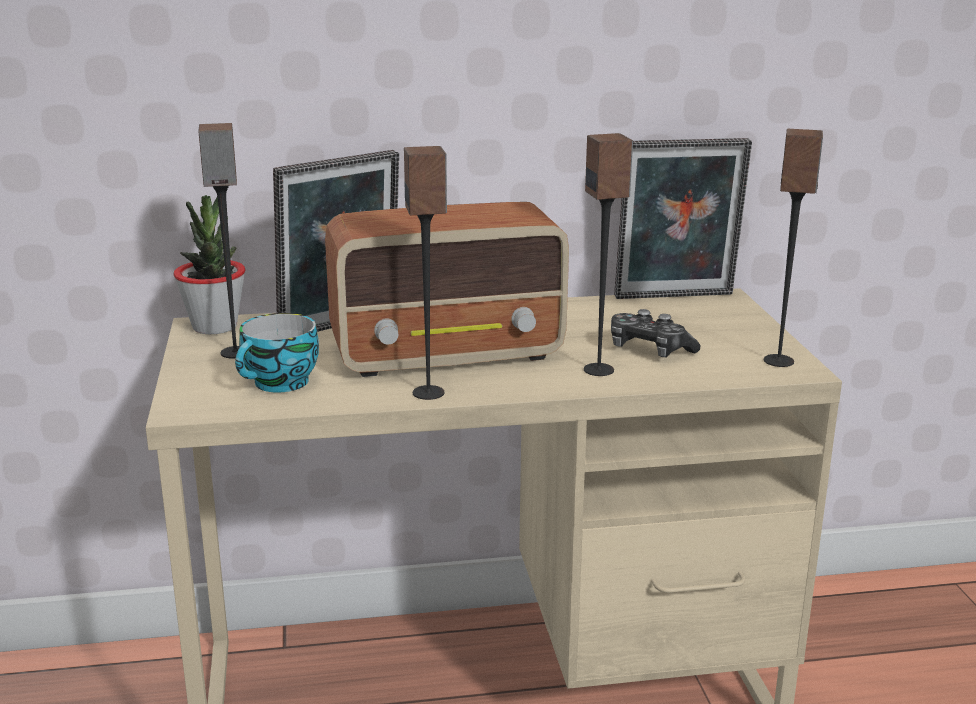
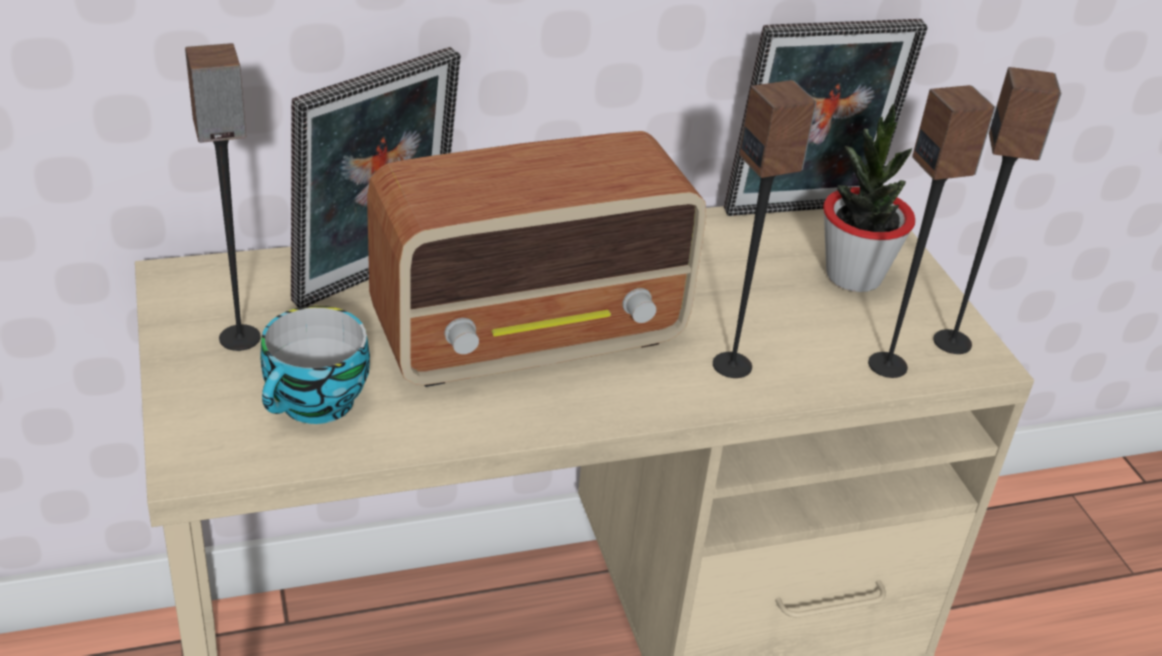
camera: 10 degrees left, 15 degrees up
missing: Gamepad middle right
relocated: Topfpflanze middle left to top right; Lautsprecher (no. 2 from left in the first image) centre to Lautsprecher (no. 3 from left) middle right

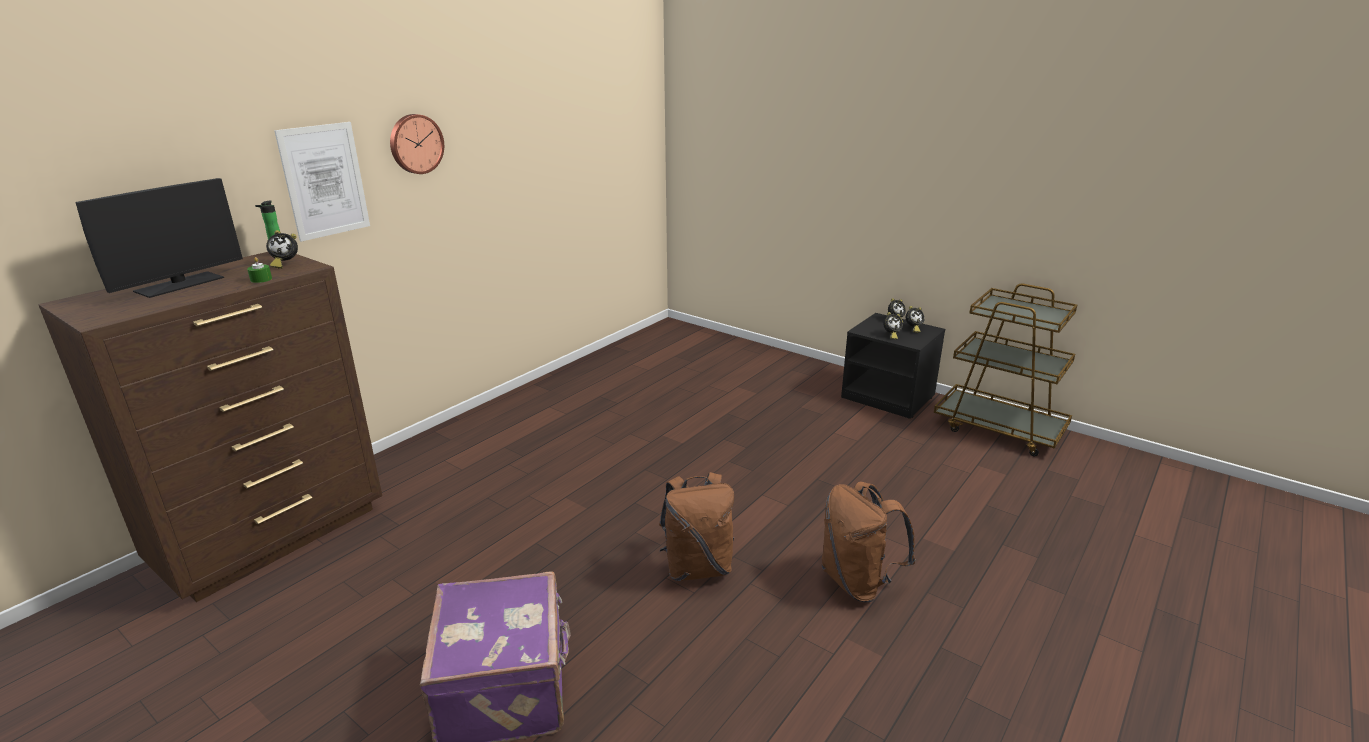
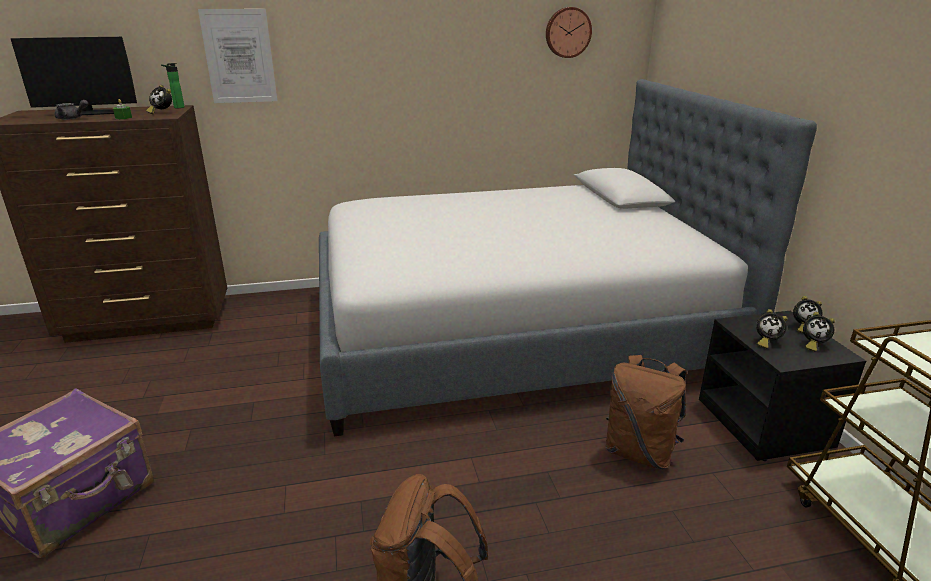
camera: 40 degrees right, 0 degrees up
appeared: Teekanne [grau] top left; Bett centre
relocated: Wanduhr top left to top centre; Rucksack [braun] (no. 1 from left in the first image) bottom centre to Rucksack [braun] (no. 2 from left) bottom right

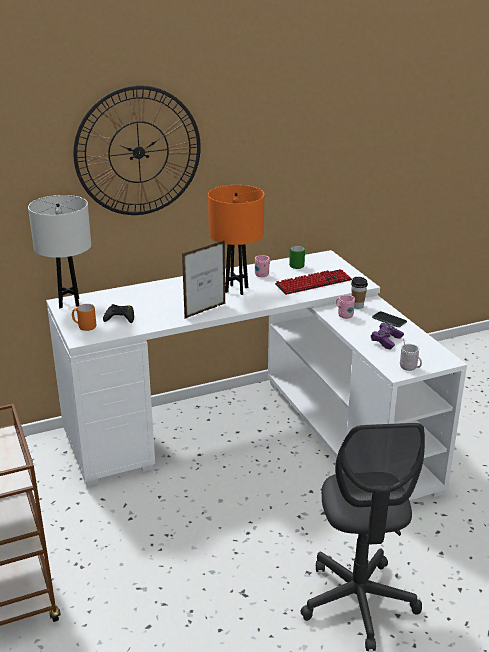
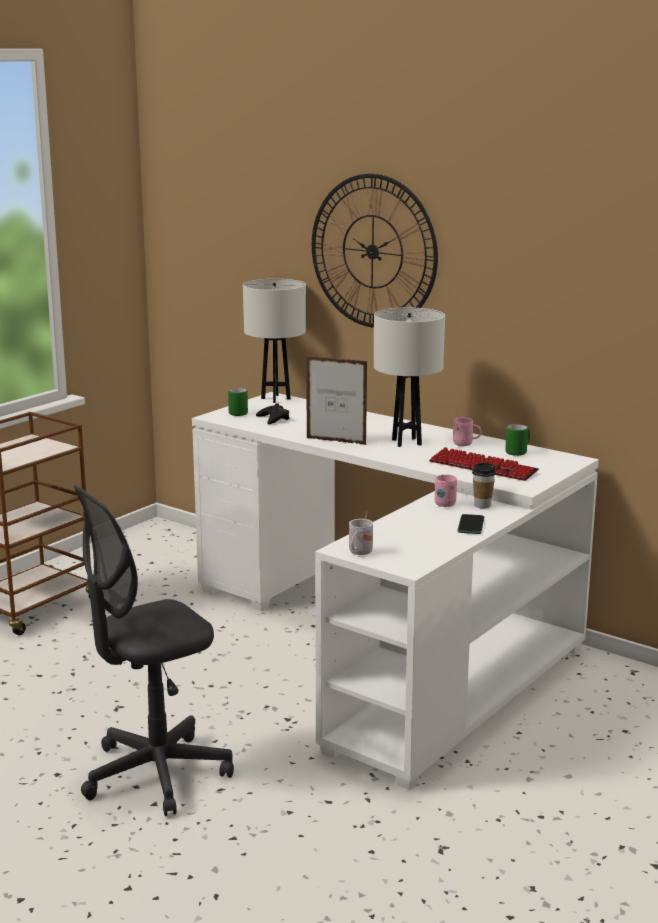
camera: 60 degrees right, 10 degrees down
missing: Gamepad [lila] middle right
colour: Henkelbecher [orange] middle left to Henkelbecher [grün] (no. 1 from left) centre; Tischlampe [orange] centre to Tischlampe [weiß] (no. 2 from left) centre

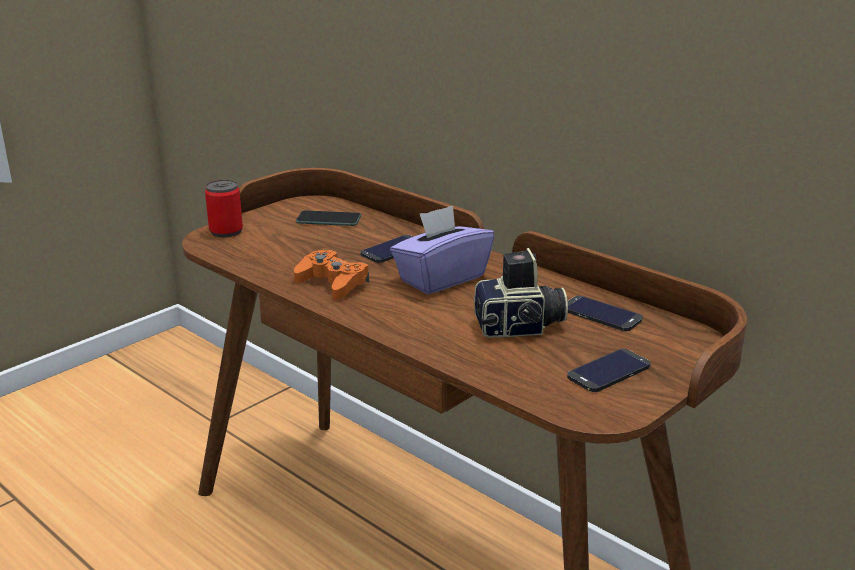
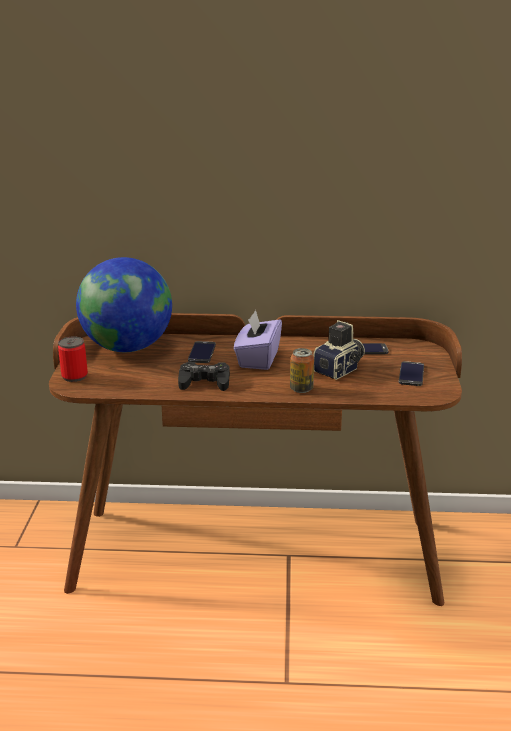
camera: 40 degrees left, 0 degrees up
appeared: Dose (no. 2 from left) centre
exchanged: Handy (no. 1 from left) centre to Globus middle left
colour: Gamepad [orange] centre to Gamepad [schwarz] centre

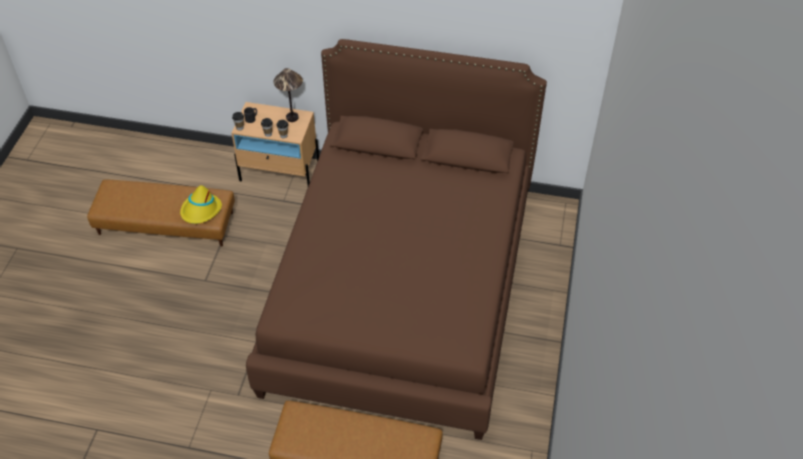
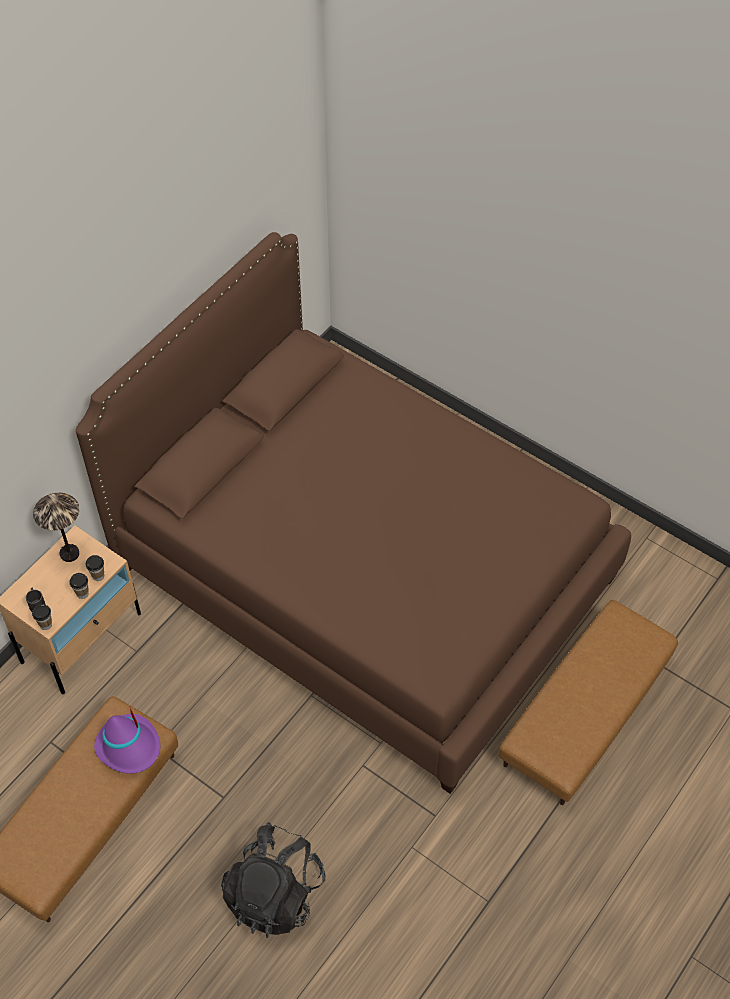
camera: 65 degrees left, 5 degrees up
appeared: Rucksack [schwarz] bottom centre
colour: Hut [gelb] middle left to Hut [lila] bottom left

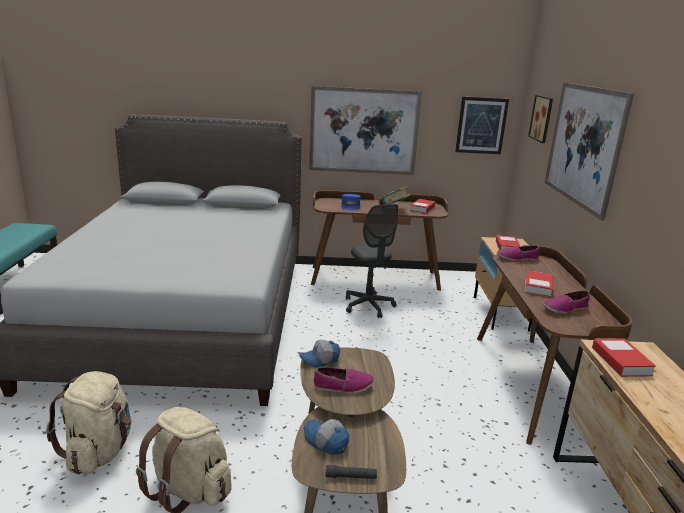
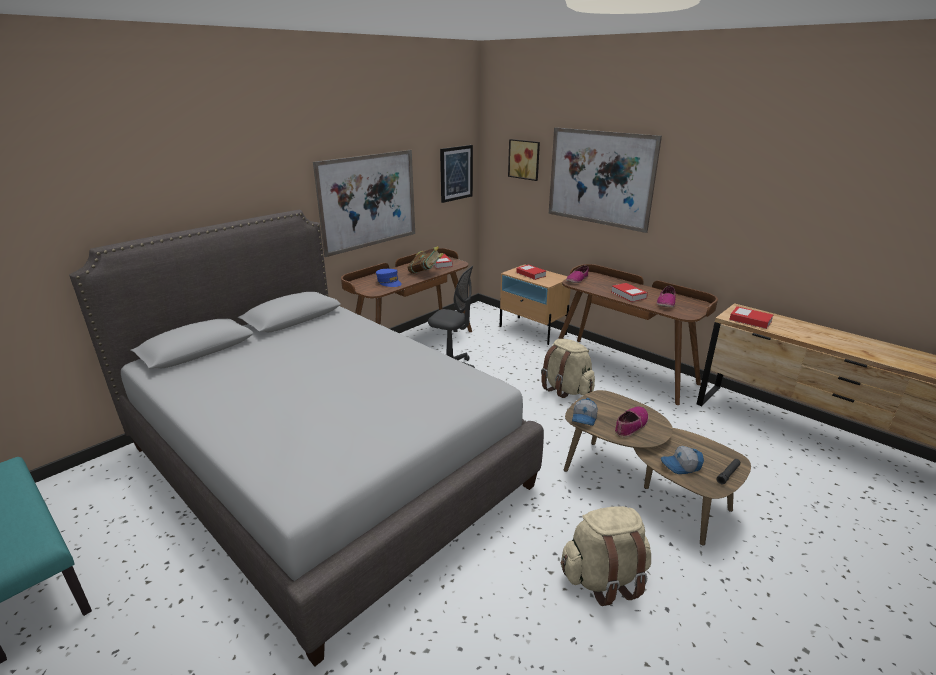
camera: 45 degrees left, 5 degrees up
relocated: Rucksack [beige] (no. 1 from left) bottom left to centre

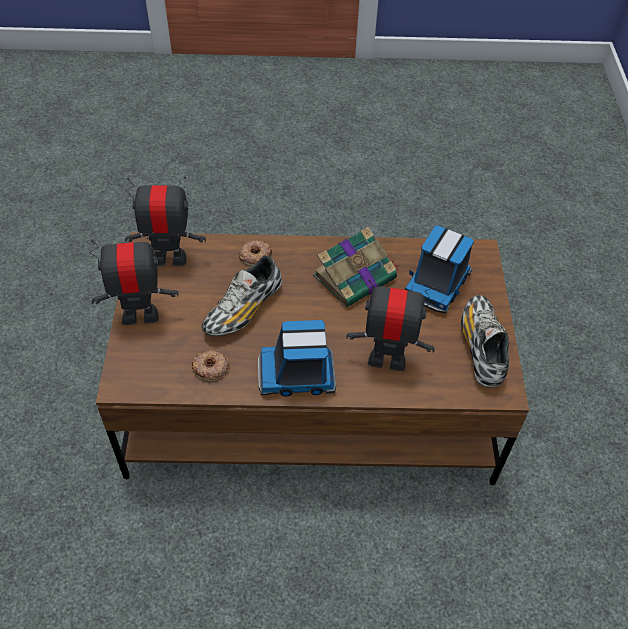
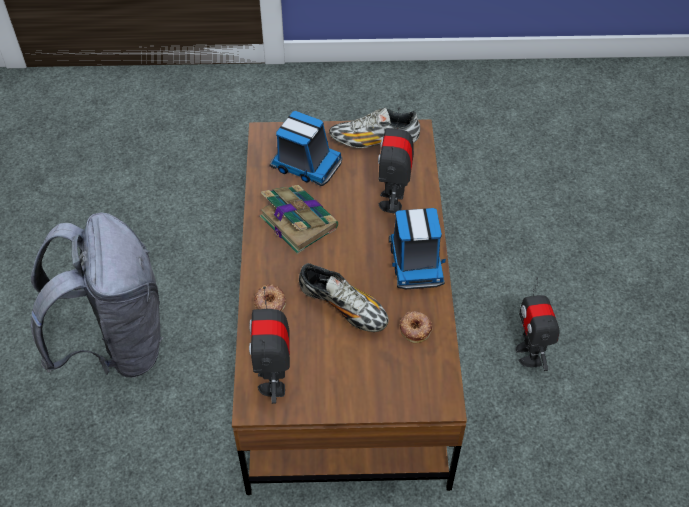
camera: 90 degrees left, 0 degrees up
appeared: Rucksack [grau] middle left
relocated: Spielzeugroboter (no. 1 from left in the first image) middle left to Spielzeugroboter (no. 3 from left) middle right

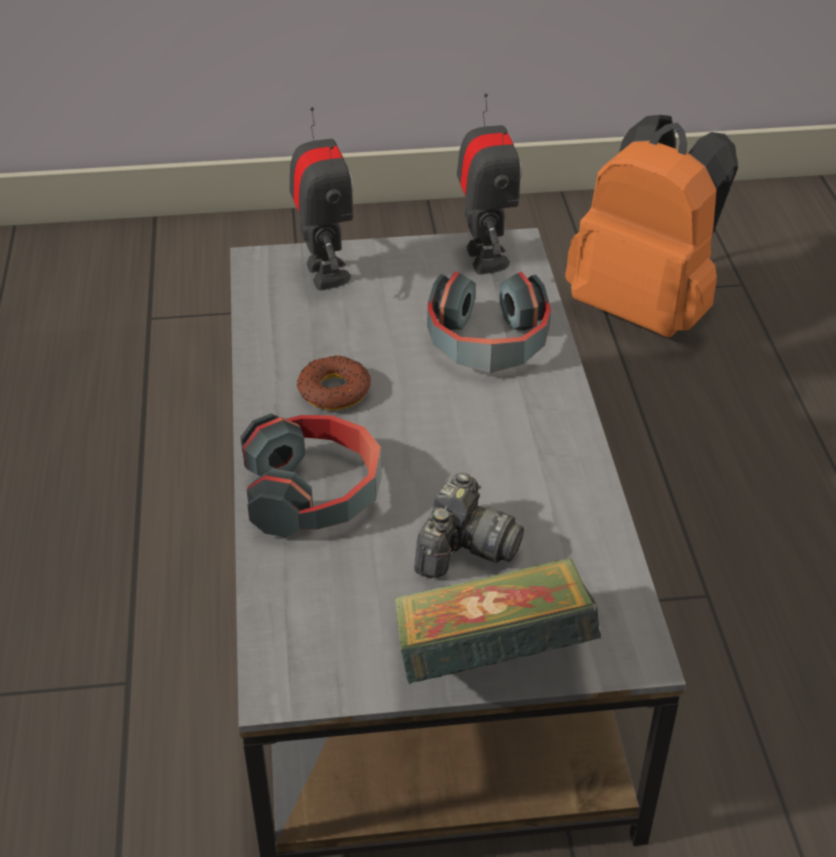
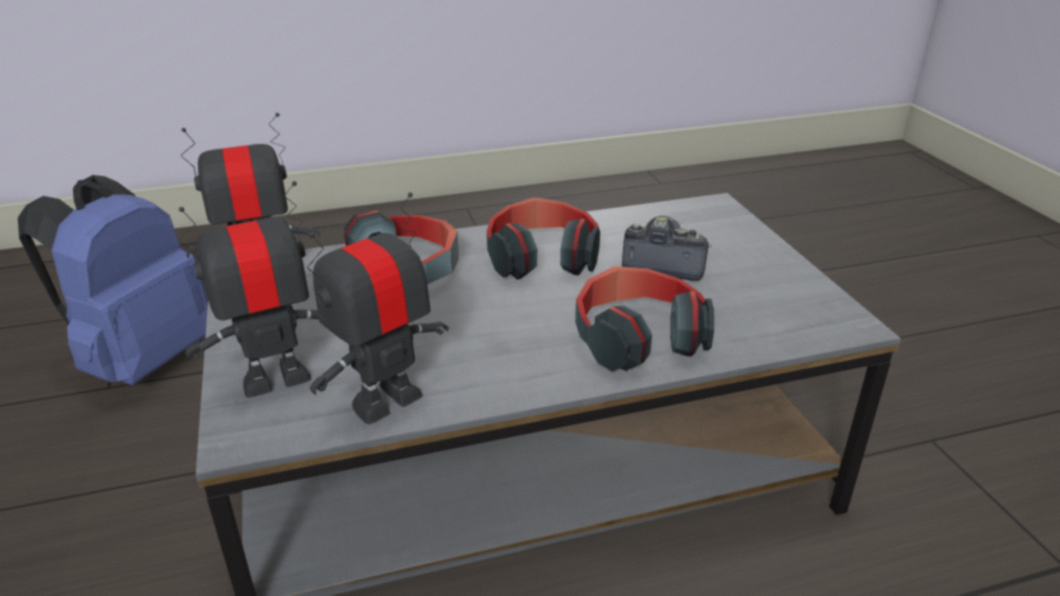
camera: 100 degrees left, 10 degrees down
missing: Donut centre; Buch bottom centre
appeared: Spielzeugroboter (no. 3 from left) centre; Kopfhörer (no. 2 from left) centre
colour: Rucksack [orange] top right to Rucksack [blau] middle left

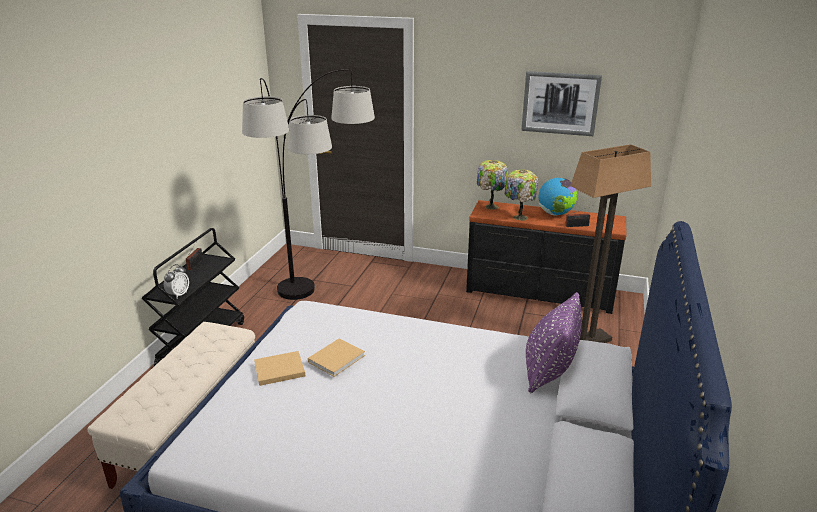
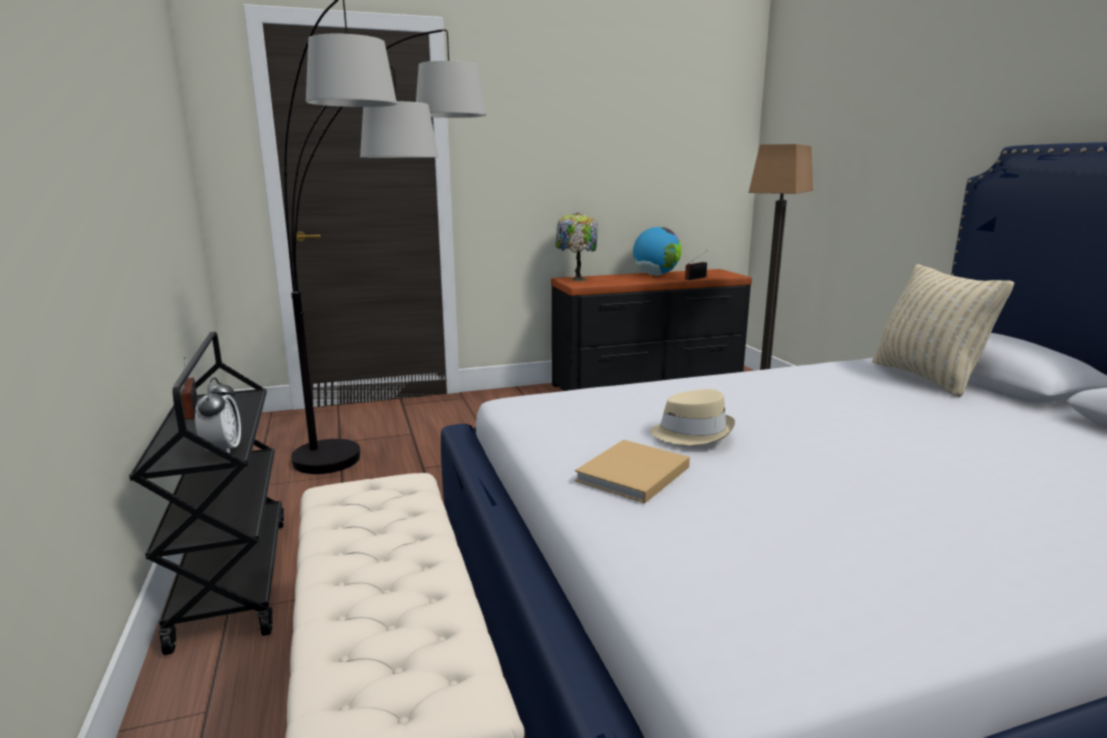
camera: 35 degrees left, 10 degrees down
missing: Tischlampe (no. 2 from left) centre; Bild top right
exchanged: Buch [beige] (no. 2 from left) bottom centre to Hut [beige] centre
colour: Kissen [lila] bottom right to Kissen [beige] middle right

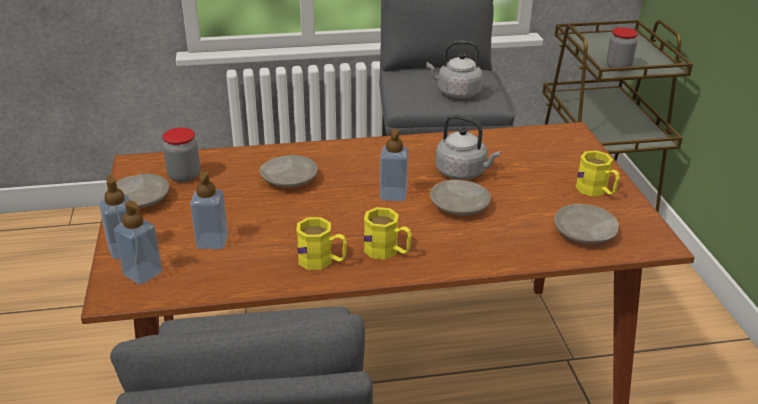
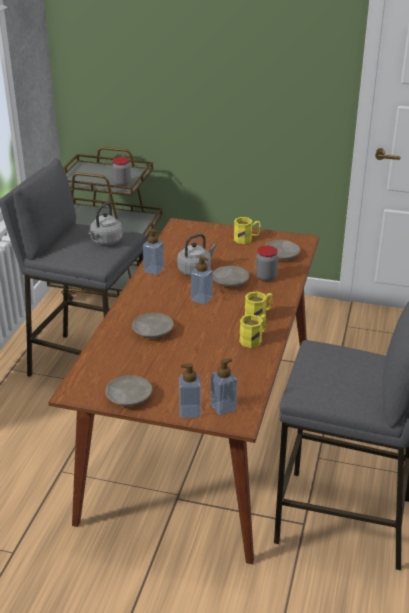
camera: 65 degrees left, 0 degrees up
relocated: Vorratsglas (no. 1 from left in the first image) middle left to Vorratsglas (no. 2 from left) centre; Seifenspender (no. 3 from left in the first image) middle left to Seifenspender (no. 1 from left) centre

